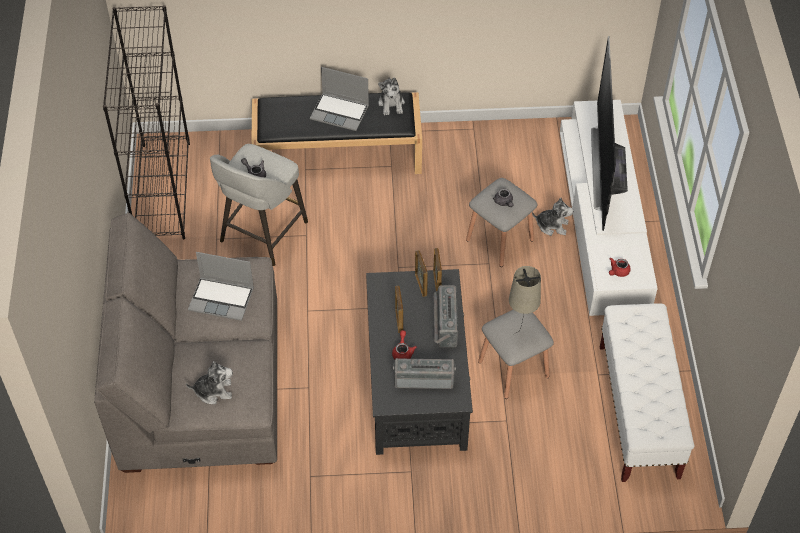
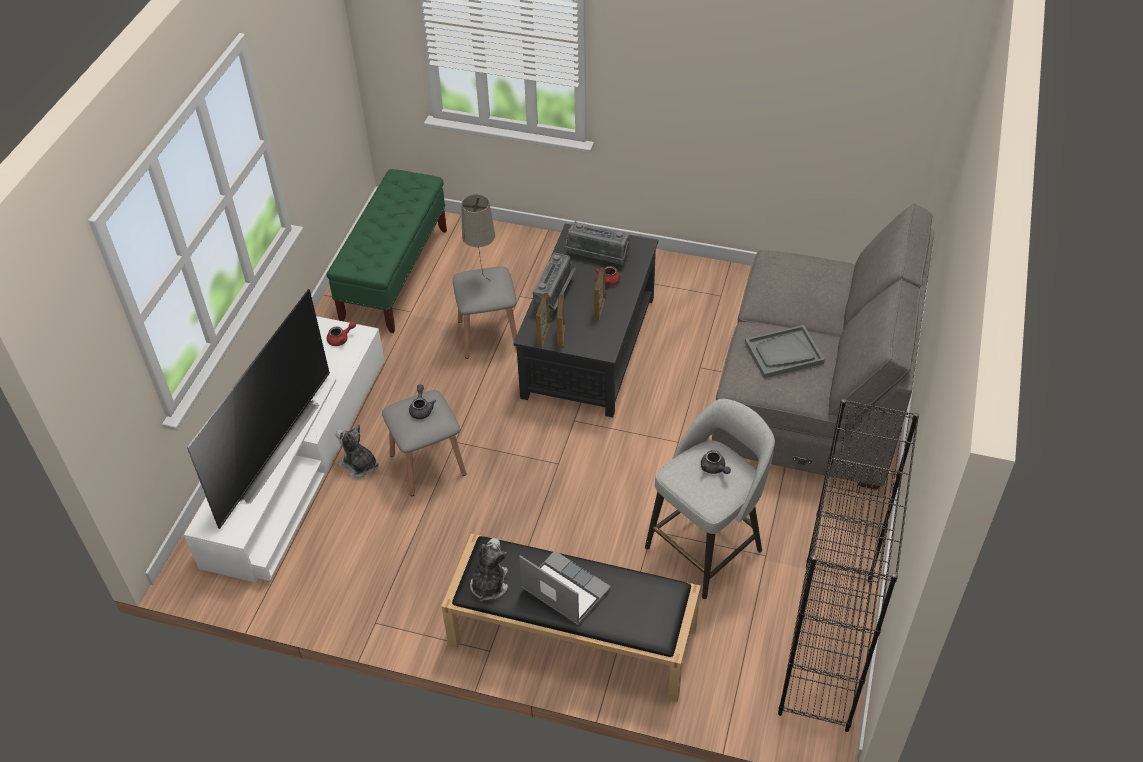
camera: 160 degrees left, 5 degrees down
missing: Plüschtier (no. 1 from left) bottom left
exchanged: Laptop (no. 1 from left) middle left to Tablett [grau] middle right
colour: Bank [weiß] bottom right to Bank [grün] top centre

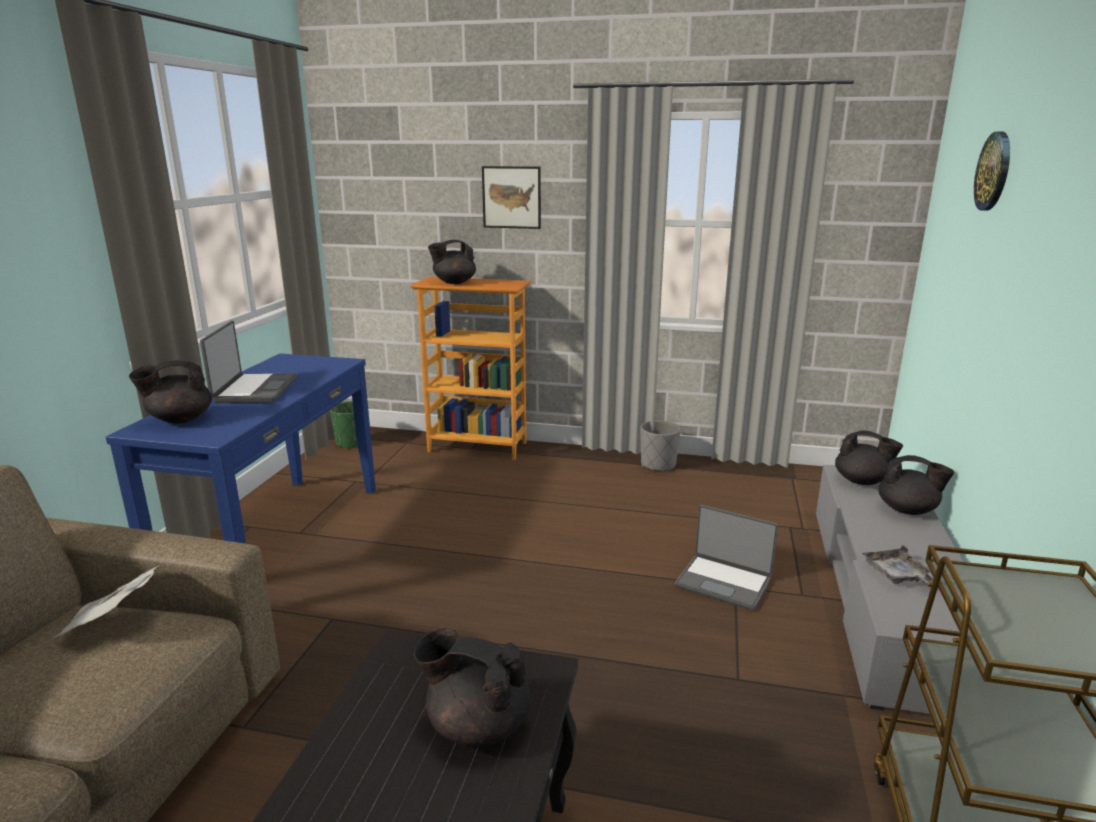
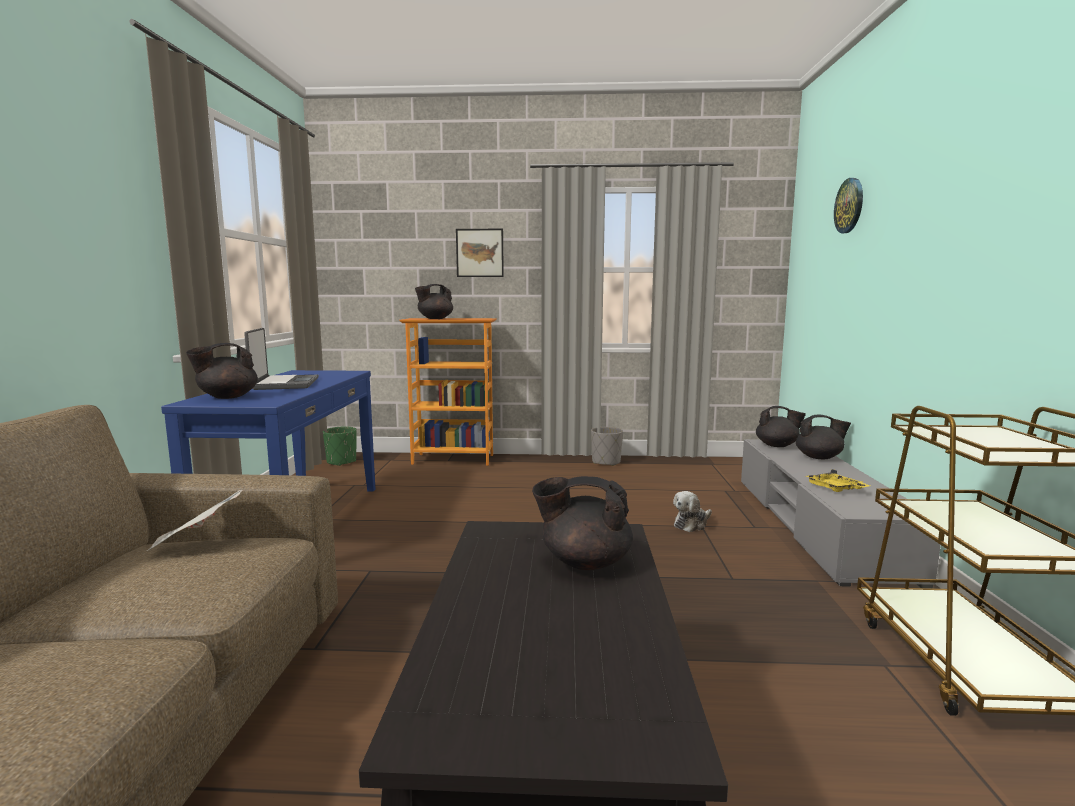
camera: 10 degrees left, 10 degrees down
exchanged: Laptop (no. 2 from left) bottom centre to Plüschtier centre
colour: Tablett [grau] bottom right to Tablett [gelb] middle right

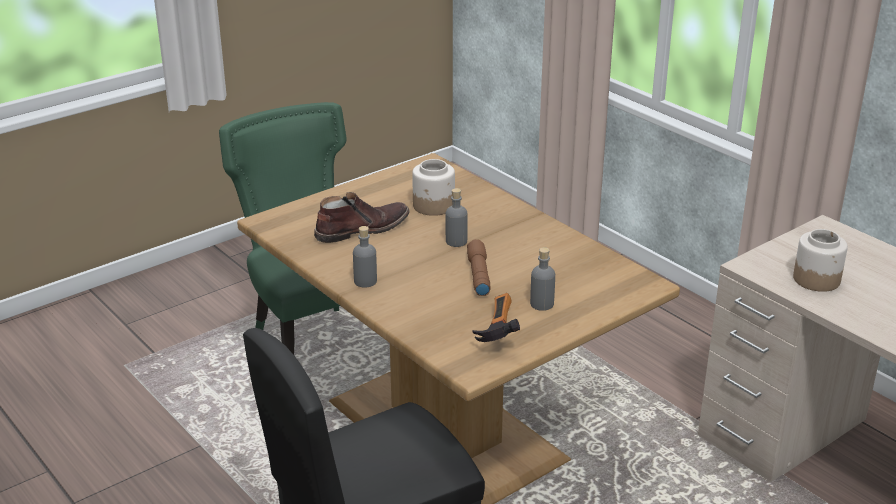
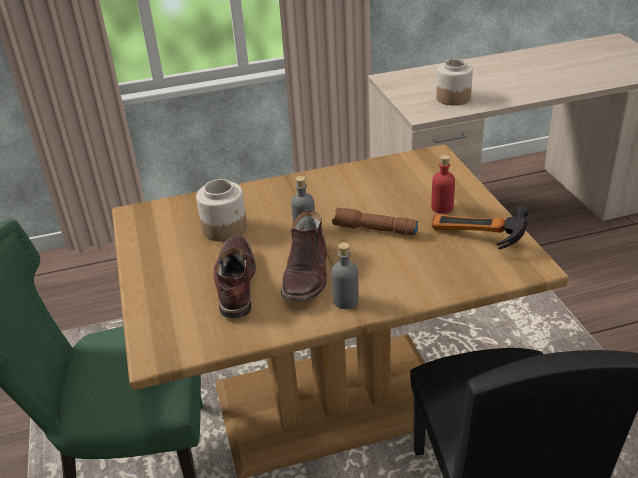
camera: 65 degrees left, 5 degrees up
appeared: Stiefel [braun] (no. 2 from left) centre
colour: Flasche [grau] (no. 3 from left) centre to Flasche [rot] middle right

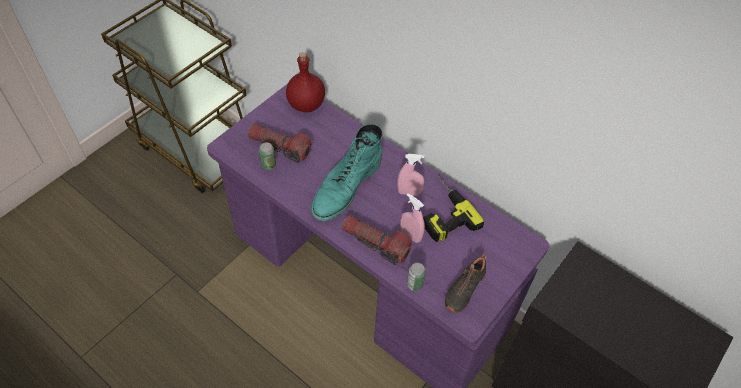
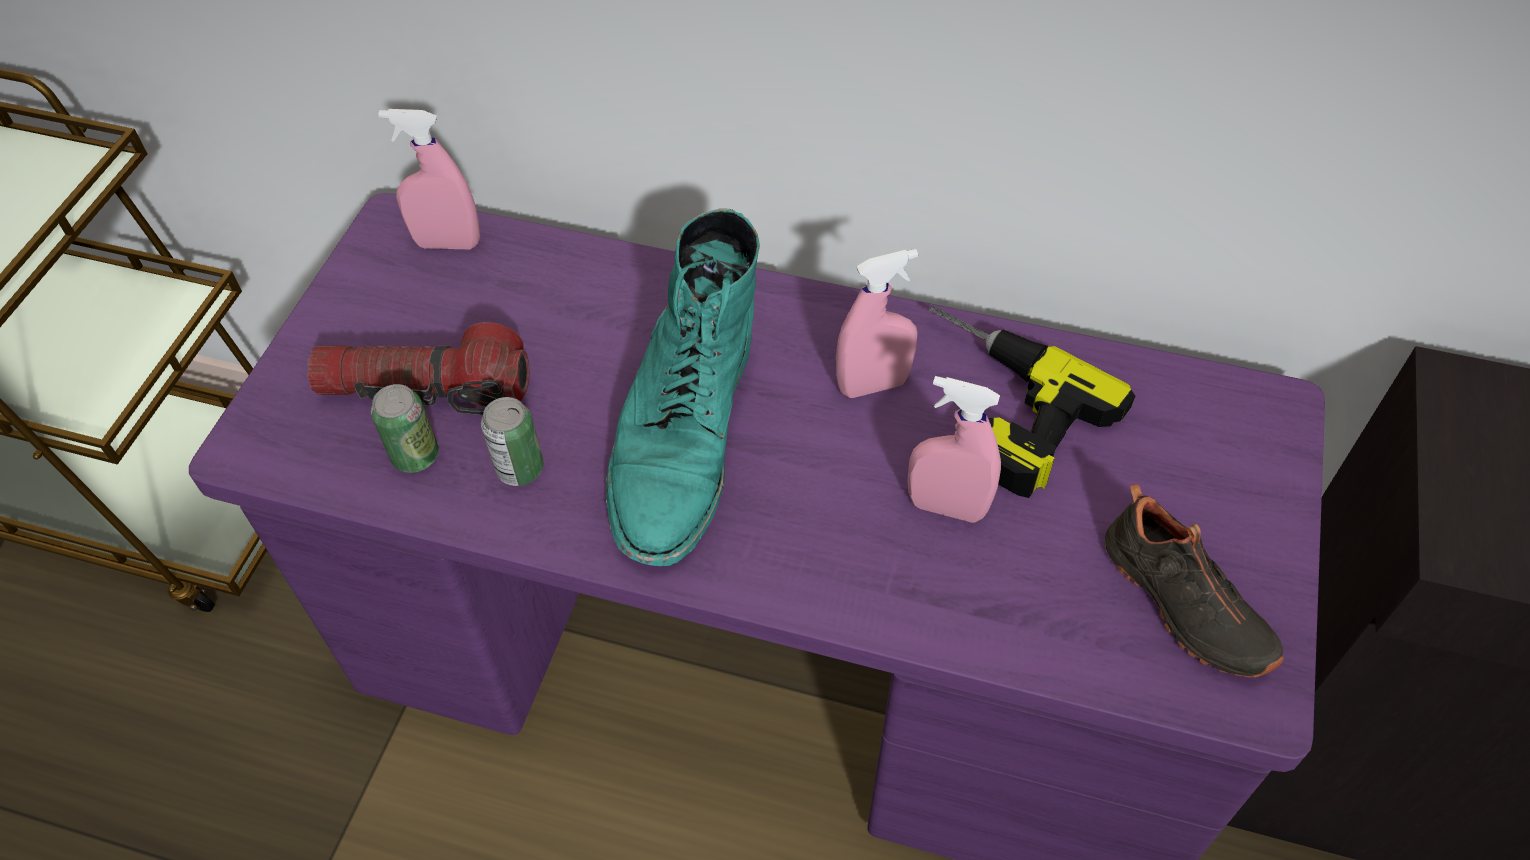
camera: 20 degrees left, 0 degrees up
missing: Taschenlampe (no. 2 from left) centre
relocated: Dose (no. 2 from left) bottom centre to centre
exchanged: Flasche [rot] top centre to Sprühflasche [rosa] (no. 1 from left) top left
spun: Schuh [schwarz] bottom centre = bottom right 45 degrees counterclockwise

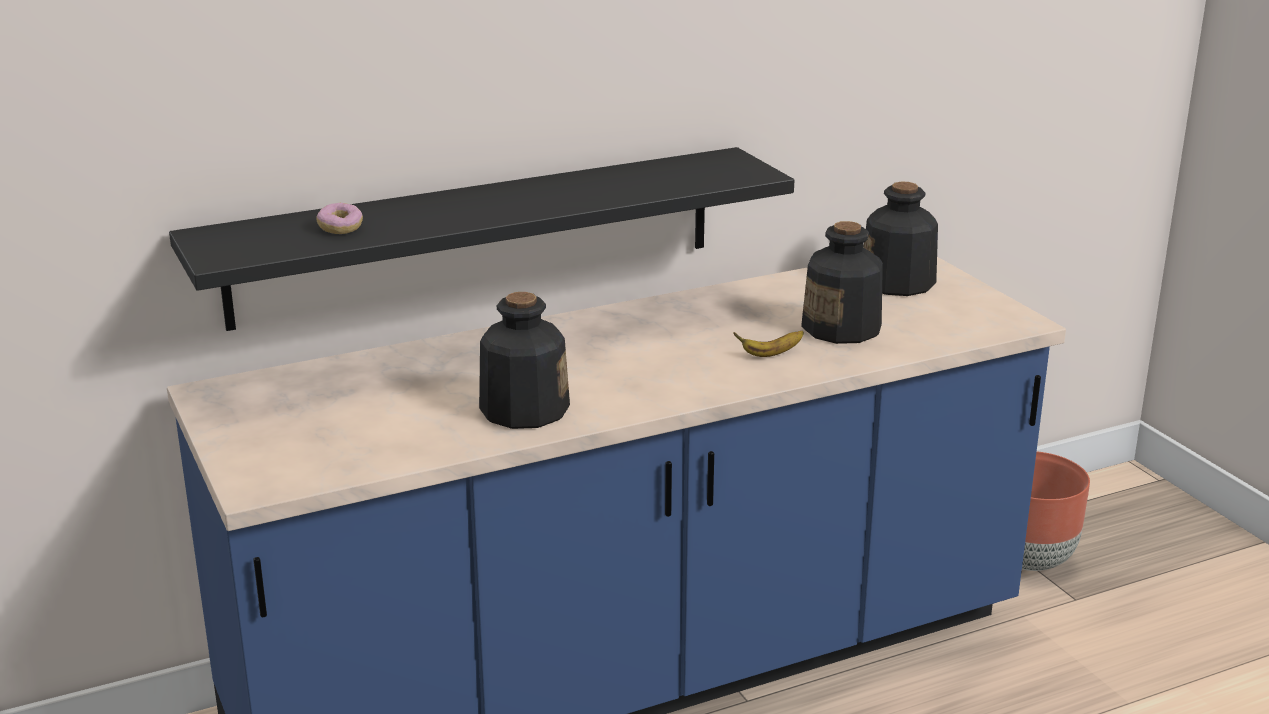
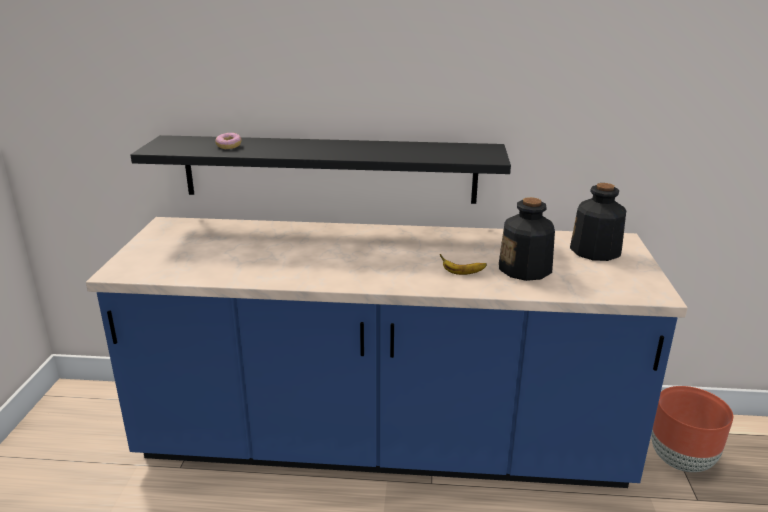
camera: 30 degrees right, 0 degrees up
missing: Flasche (no. 1 from left) centre

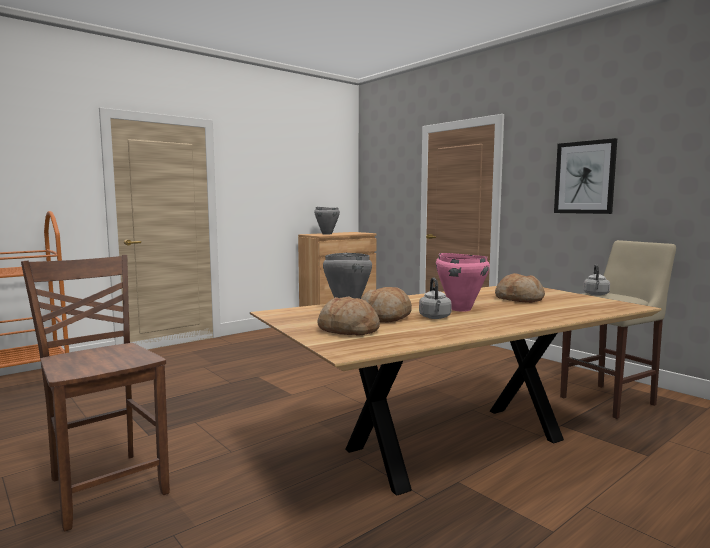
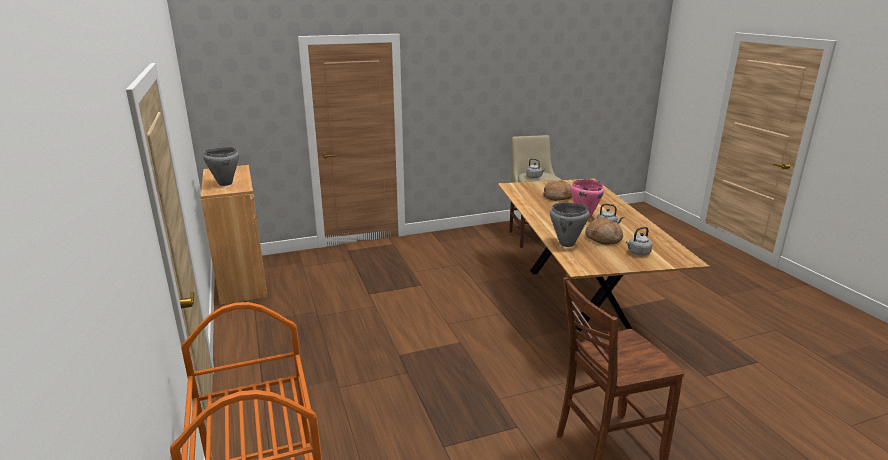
camera: 70 degrees left, 15 degrees up
missing: Bild top right
exchanged: Brot (no. 1 from left) centre to Wasserkessel [grau] (no. 3 from left) middle right

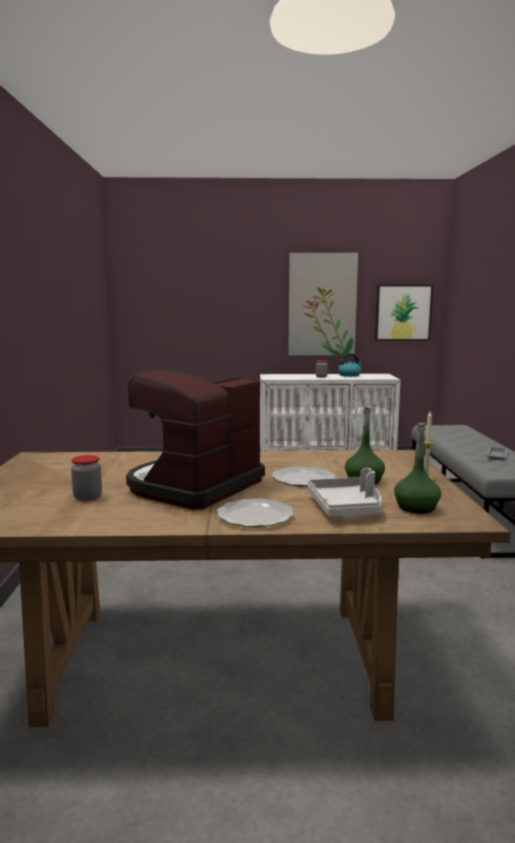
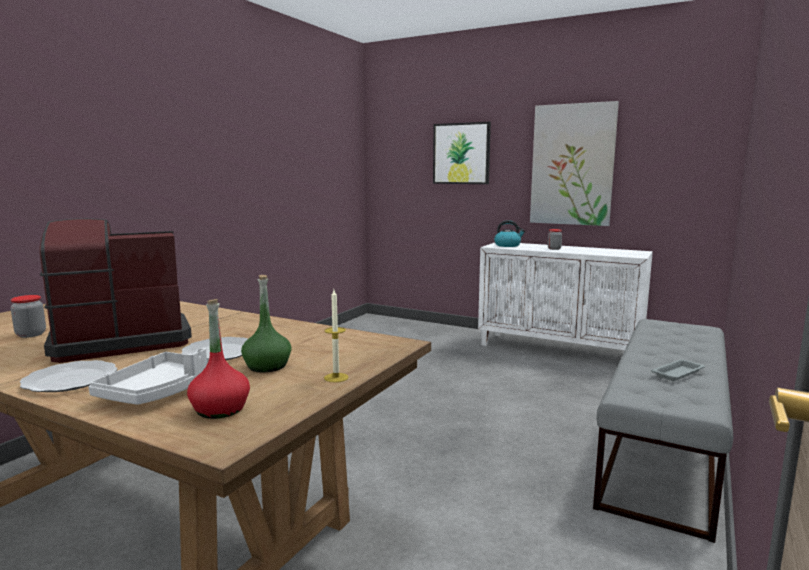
camera: 30 degrees right, 0 degrees up
relocated: Wasserkessel middle right to centre; Bild (no. 2 from left in the first image) middle right to Bild (no. 1 from left) top centre
colour: Flasche [grün] (no. 2 from left) middle right to Flasche [rot] middle left

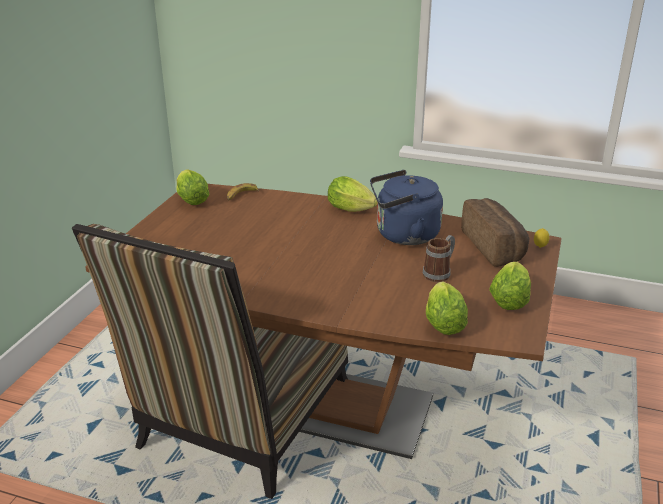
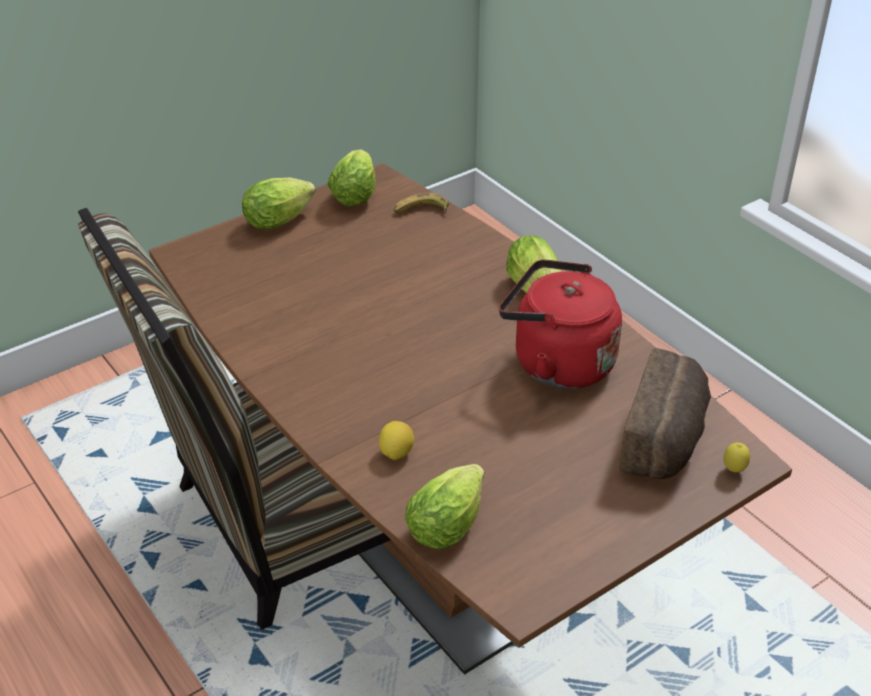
camera: 35 degrees right, 10 degrees up
missing: Henkelbecher centre
appeared: Zitrone (no. 1 from left) centre
relocated: Salatkopf (no. 4 from left in the first image) middle right to Salatkopf (no. 1 from left) top left
colour: Wasserkessel [blau] centre to Wasserkessel [rot] centre

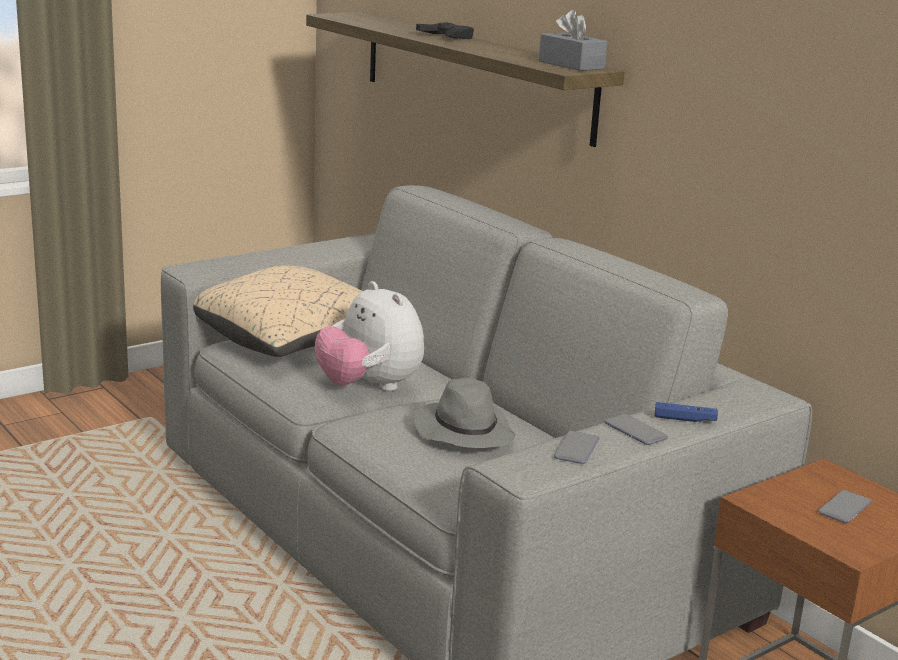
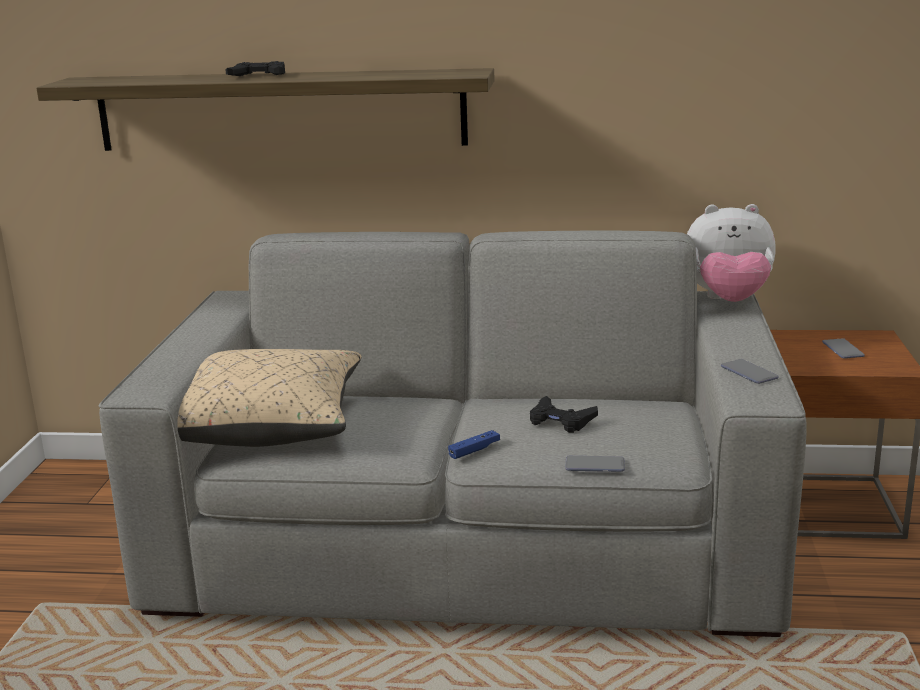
camera: 45 degrees left, 0 degrees up
missing: Taschentuchbox [grau] top centre
relocated: Plüschtier centre to middle right; Handy (no. 2 from left in the first image) middle right to Handy (no. 1 from left) bottom centre; Gamepad [blau] middle right to centre
exchanged: Hut [grau] centre to Gamepad [schwarz] (no. 2 from left) centre

